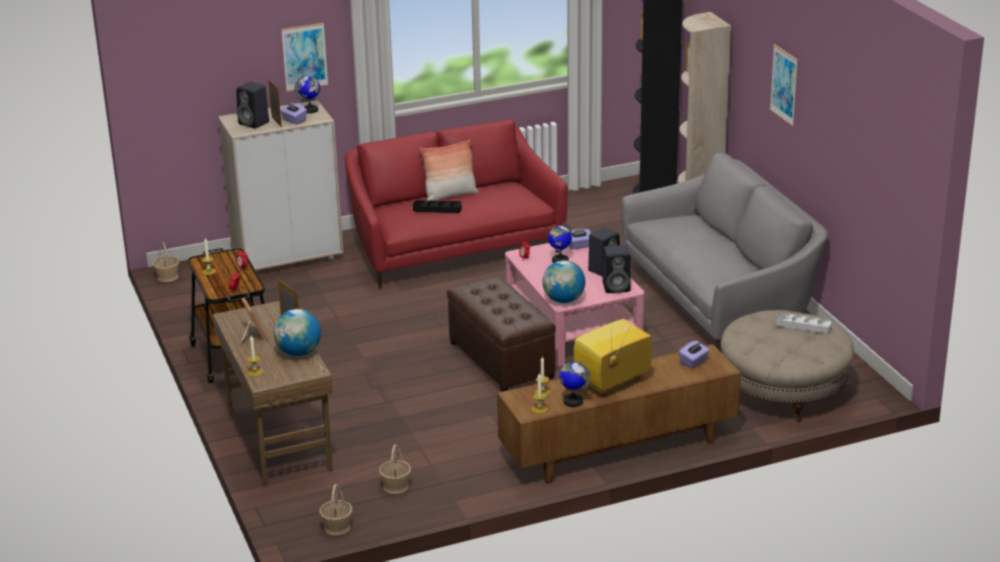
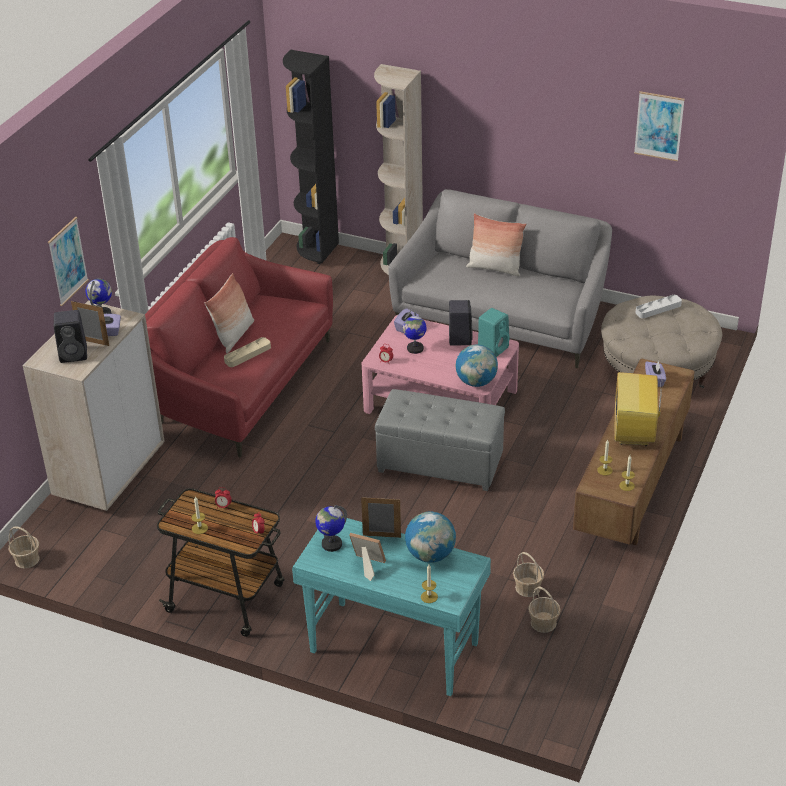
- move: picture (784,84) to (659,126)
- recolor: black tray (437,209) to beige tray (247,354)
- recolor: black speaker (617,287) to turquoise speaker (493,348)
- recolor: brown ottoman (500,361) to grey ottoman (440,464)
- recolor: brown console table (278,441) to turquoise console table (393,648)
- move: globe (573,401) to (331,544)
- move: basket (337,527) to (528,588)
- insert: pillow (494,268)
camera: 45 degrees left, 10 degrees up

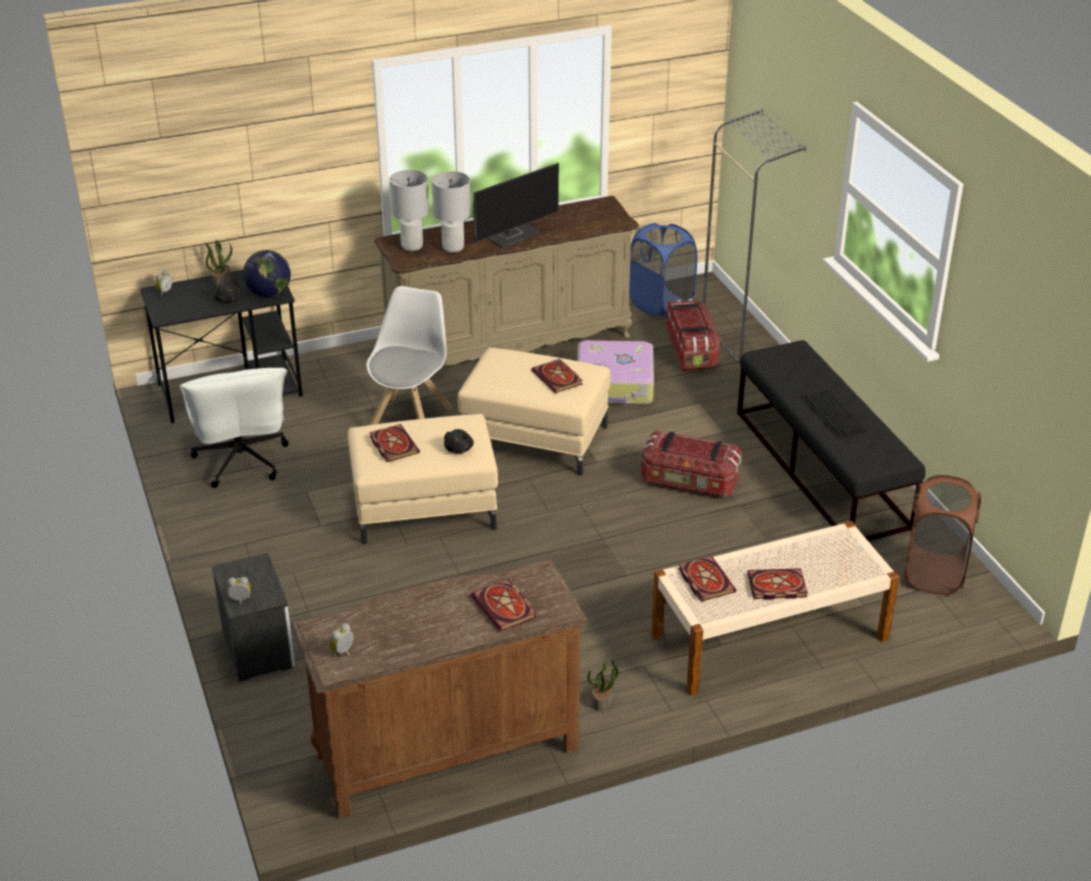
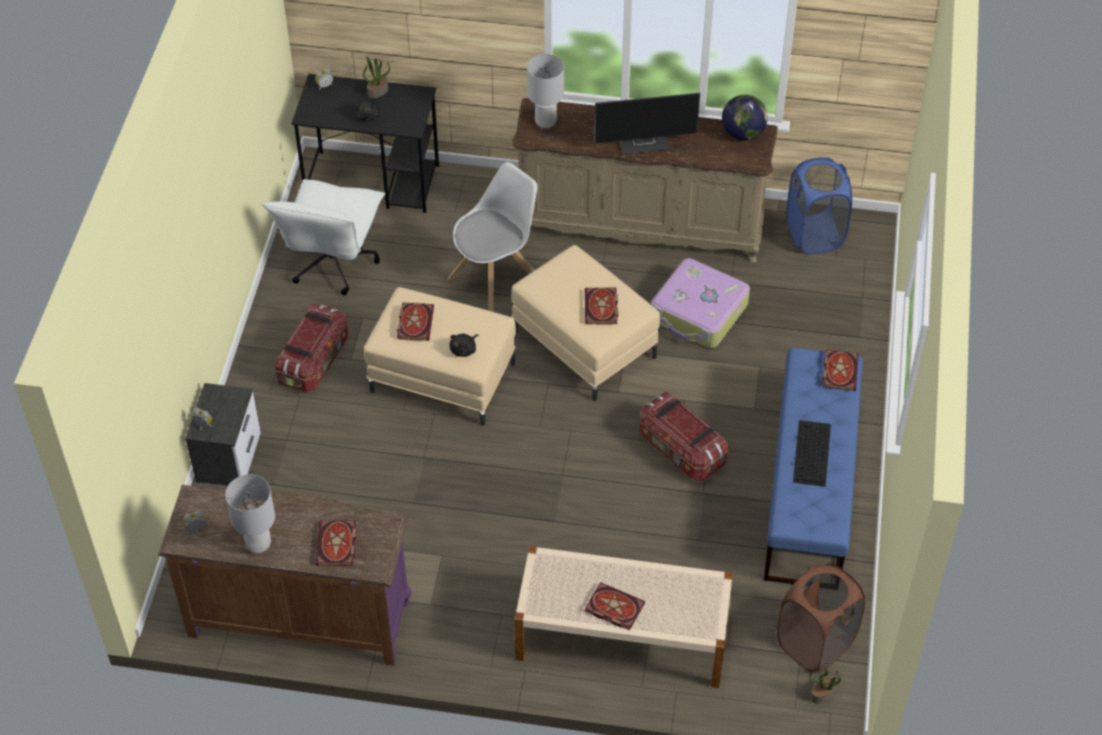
- delete: grey clothes rack (742,338)
- move: grey table lamp (453,249) to (259,544)
- move: globe (269,294) to (742,134)
- move: storage box (691,350) to (315,361)
- recolor: black bench (821,469) to blue bench (809,488)
- move: book (704,580) to (839,370)
- recolor: brown dresser (444,750) to purple dresser (299,615)
- move: potted plant (602,700) to (822,694)
camera: 30 degrees right, 15 degrees up

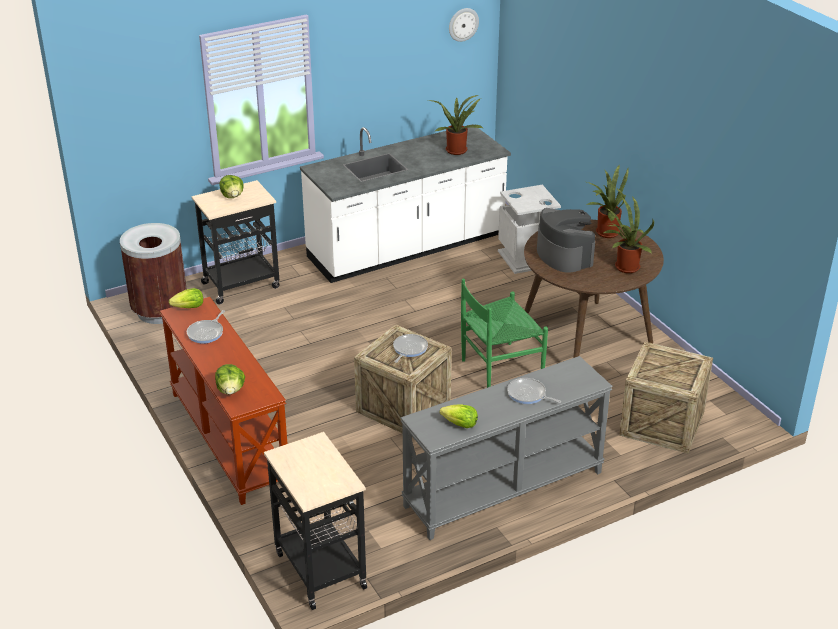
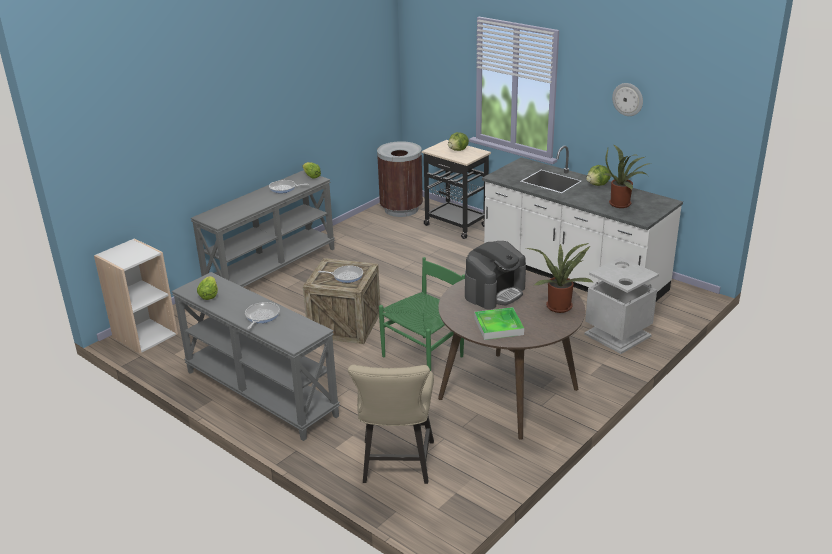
- move: wall clock (463,24) to (628,99)
- replace: potted plant (624,268) to tray (498,326)
- rotate: green chair (500,369) = (425,358) 90 degrees clockwise
- recolor: brown console table (227,439) to grey console table (271,269)
- replace: crate (662,423) to beige chair (396,466)
- move: lettuce (231,390) to (598,185)
- replace: cart (319,569) to bookcase (145,335)
camera: 70 degrees right, 5 degrees down

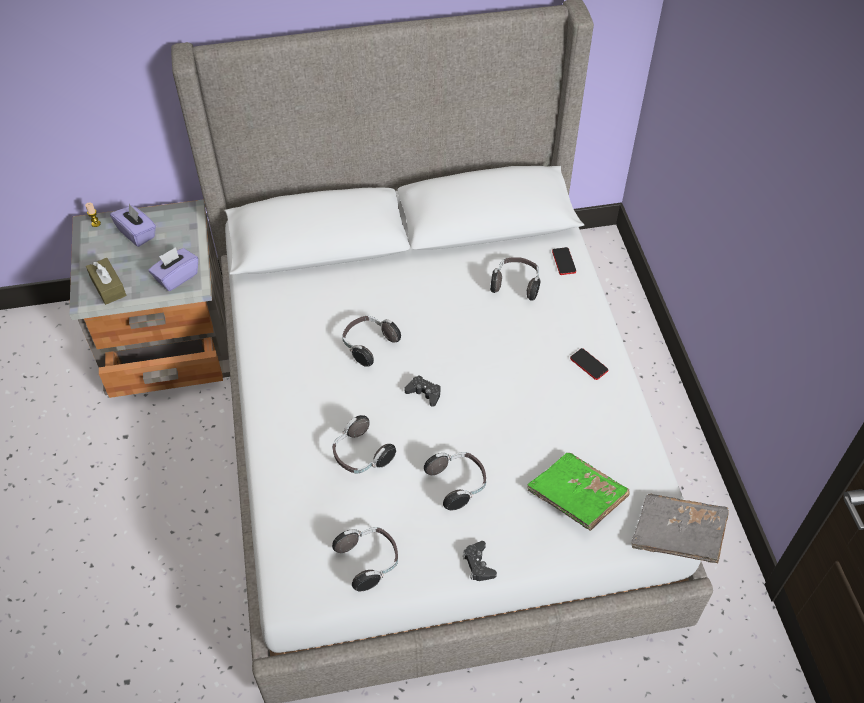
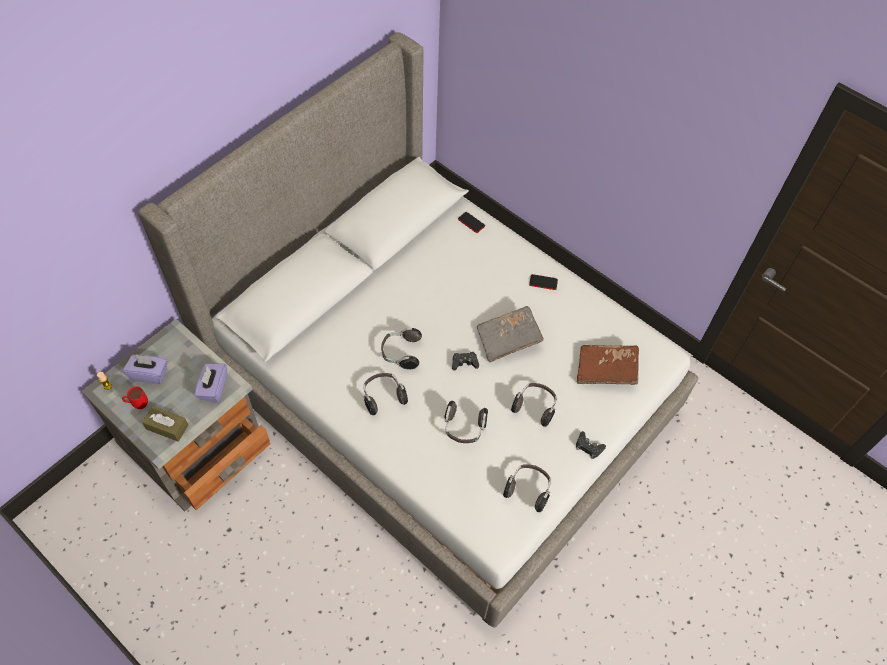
- move: headphones (516,284) to (383,397)
- recolor: green book (576,498) to brown book (606,370)
- move: grey book (677,535) to (508,339)
- insert: red mug (138,404)
camera: 40 degrees left, 5 degrees up

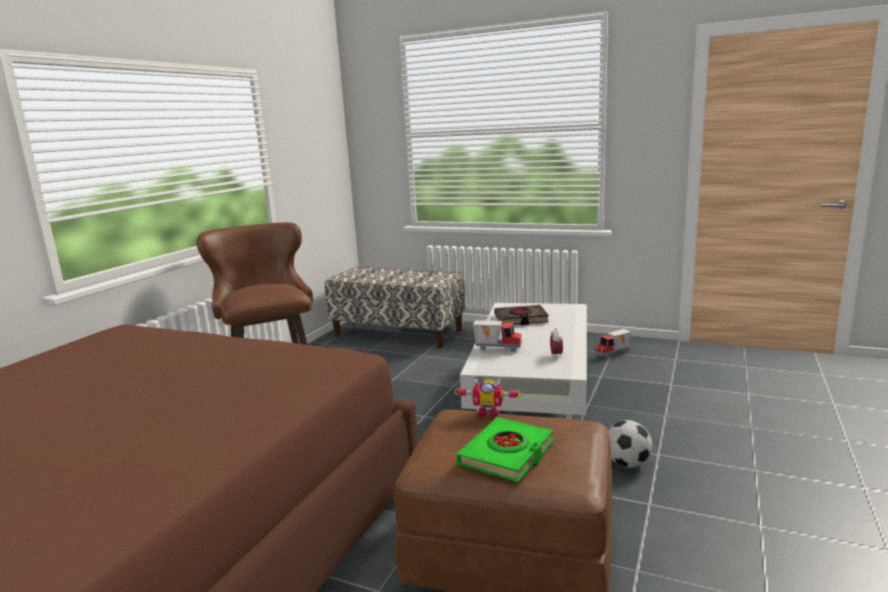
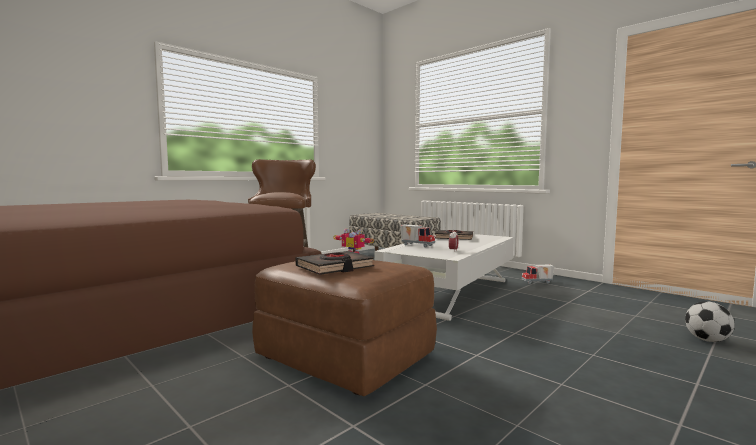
- recolor: green book (507,454) to black book (335,267)
- move: football (628,464) to (707,340)
camera: 20 degrees right, 10 degrees down

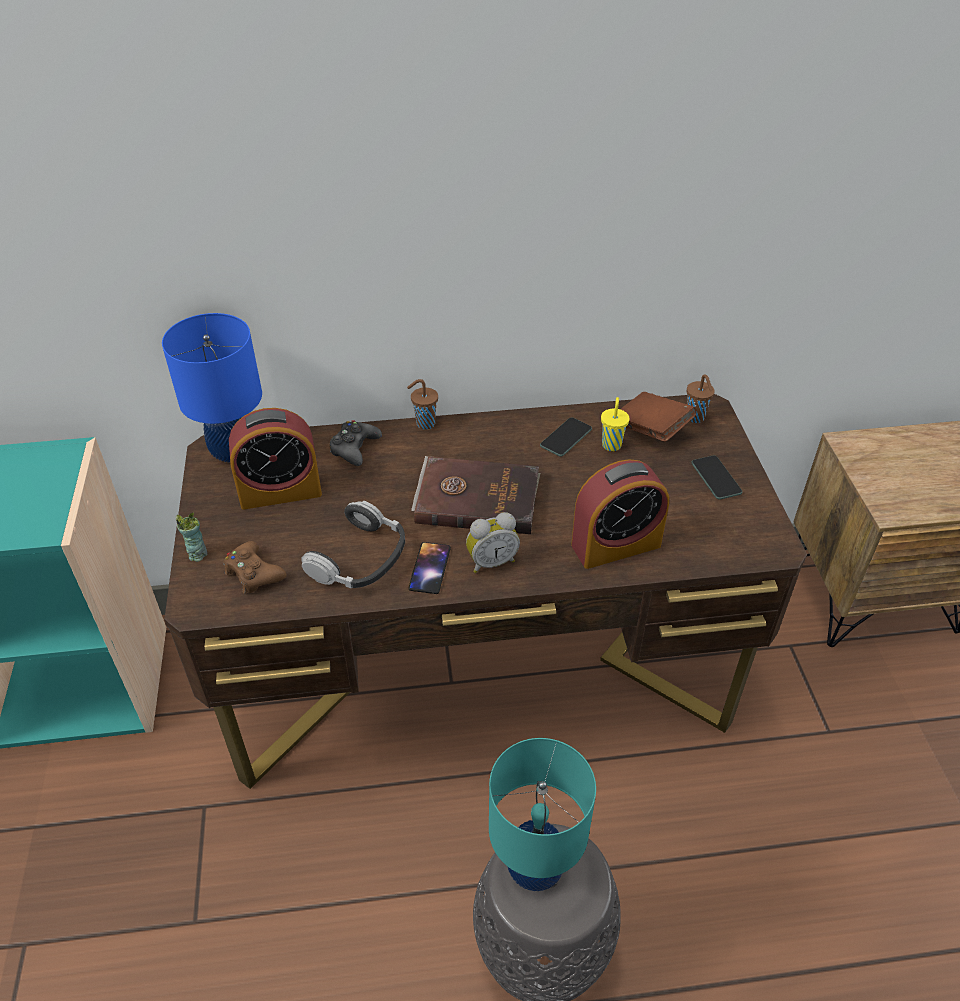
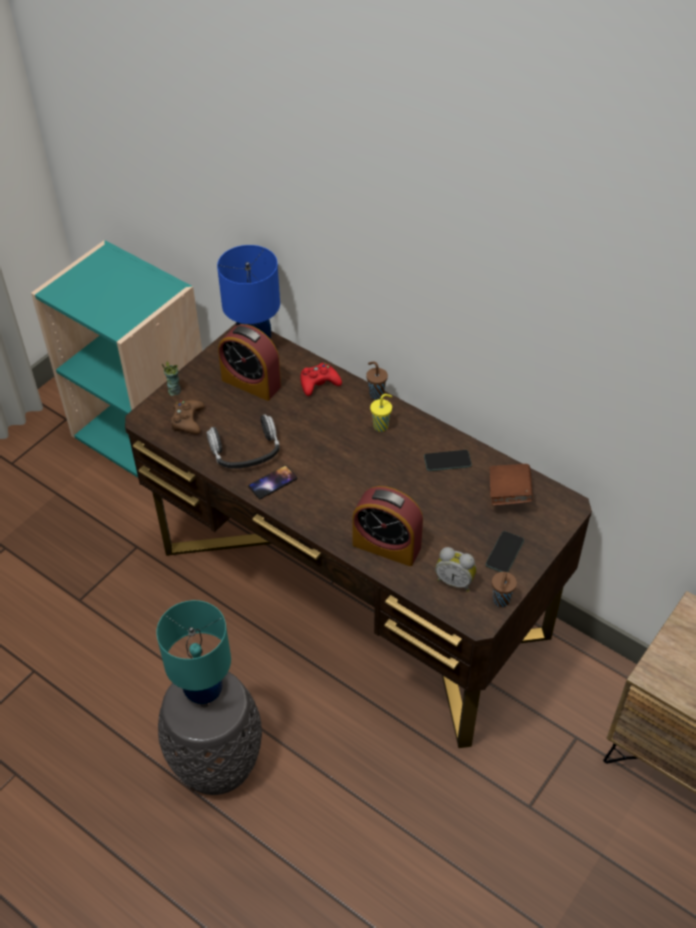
- move: brown cup (695,418) to (500,601)
- move: yellow cup (611,444) to (381,426)
- recolor: black game controller (354,448) to red game controller (319,383)
- delete: brown book (476,498)
- move: alarm clock (491,561) to (455,581)
camera: 45 degrees right, 5 degrees up

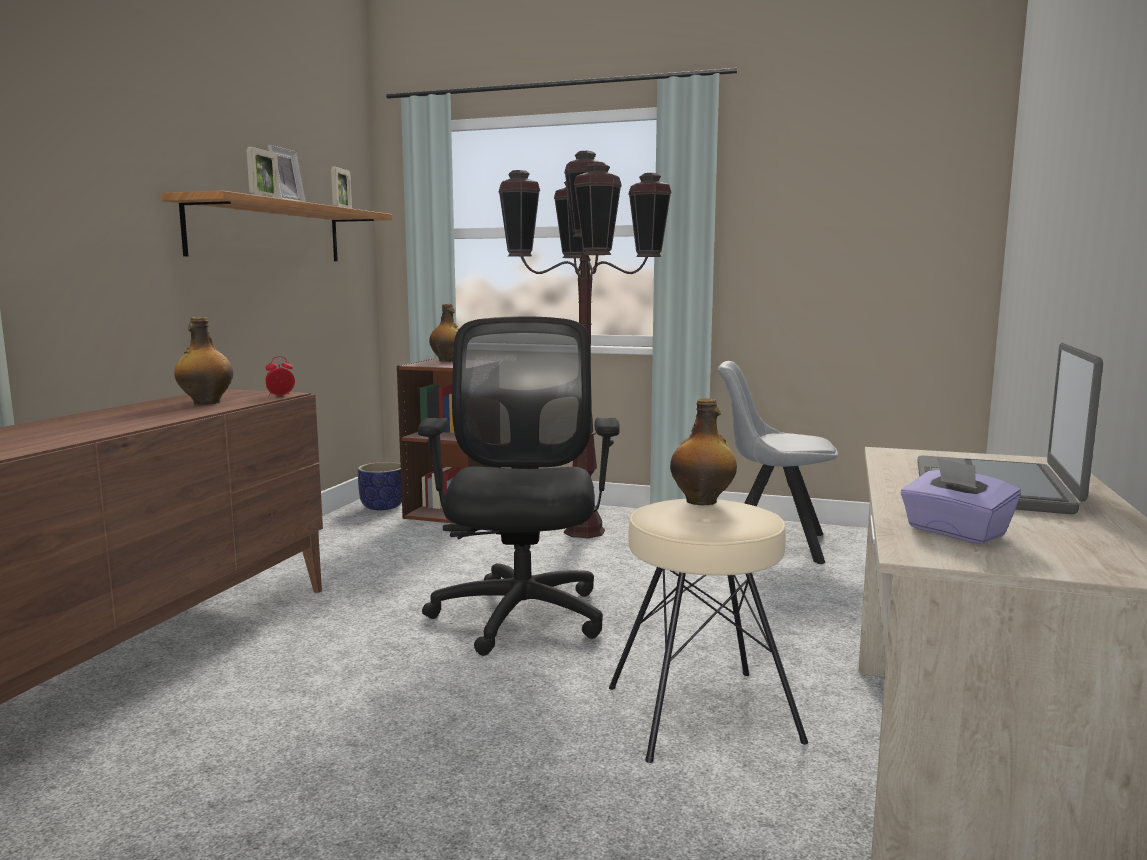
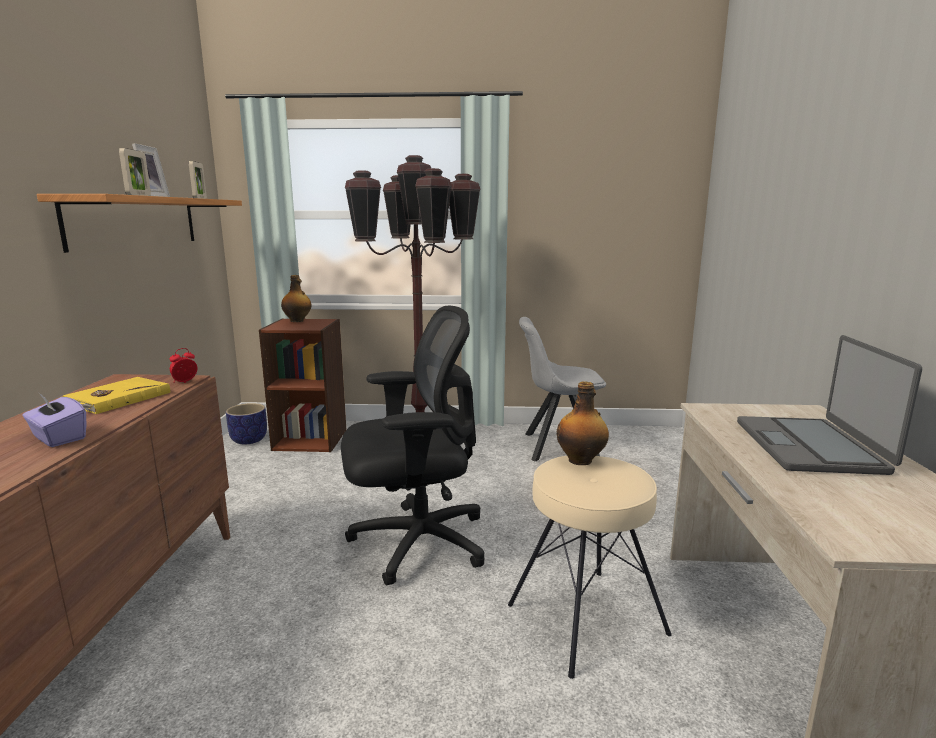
- rotate: black office chair (522,620) = (411,545) 90 degrees clockwise
- replace: bottle (206,403) to yellow book (117,398)
- move: purple tissue box (954,532) to (58,438)
camera: 15 degrees left, 5 degrees up

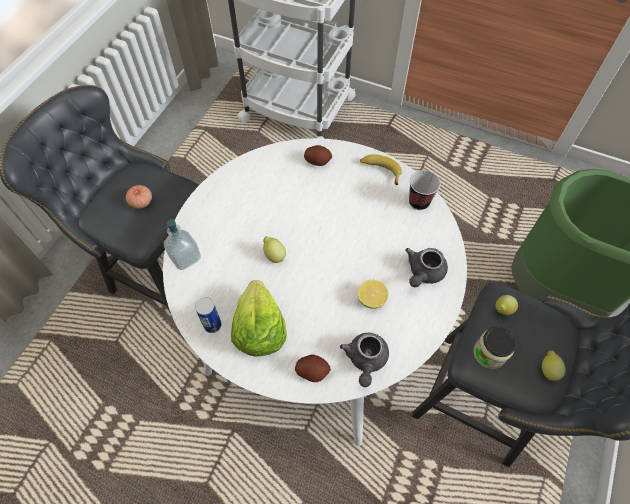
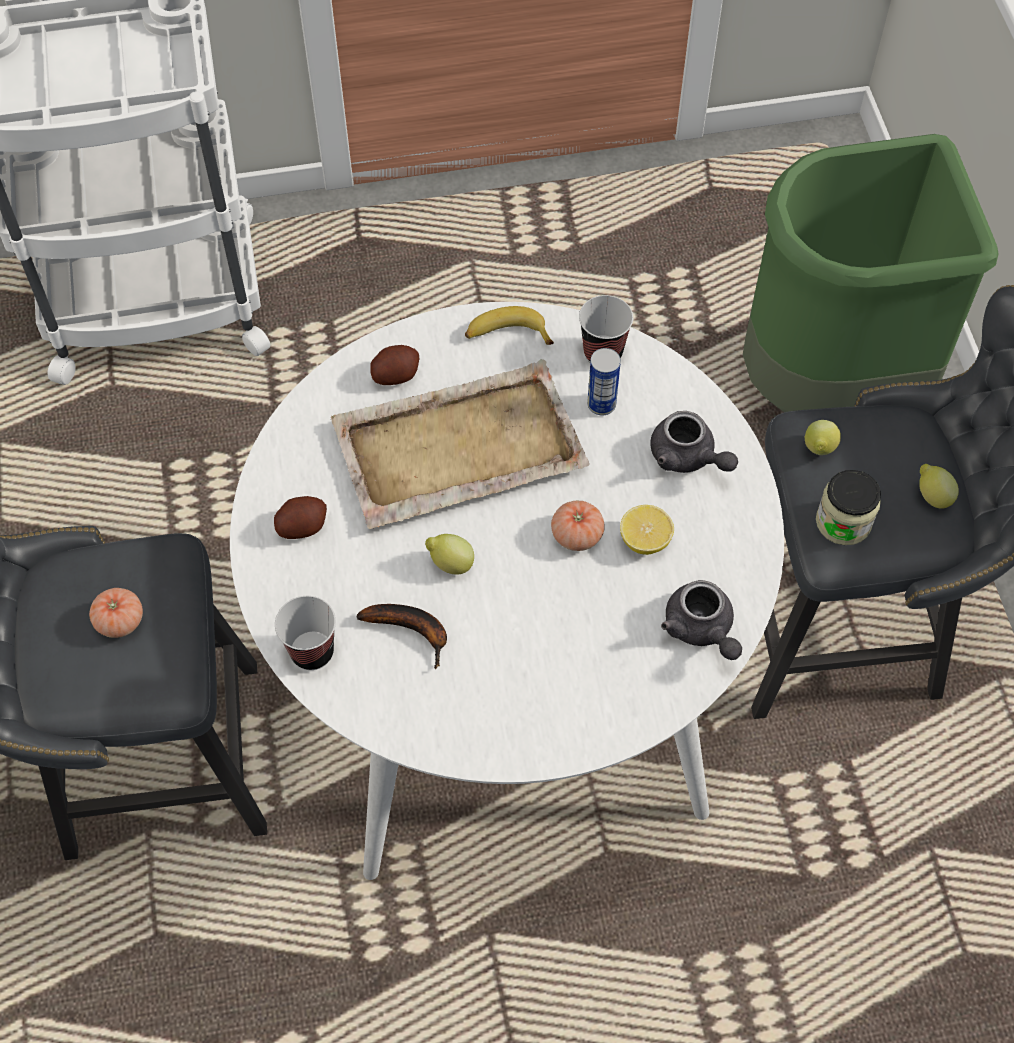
- replace: soap dispenser (185,257) to cup (312,652)
- rotate: grey teapot (423,273) = (688,458) 45 degrees counterclockwise
- delete: lettuce (259,329)
- move: can (212,325) to (601,404)
- move: potato (312,371) to (302,526)
- insert: beige tray (456,448)
- insert: tomato (577,535)
- insert: banana (412,631)
camera: 35 degrees left, 0 degrees up

